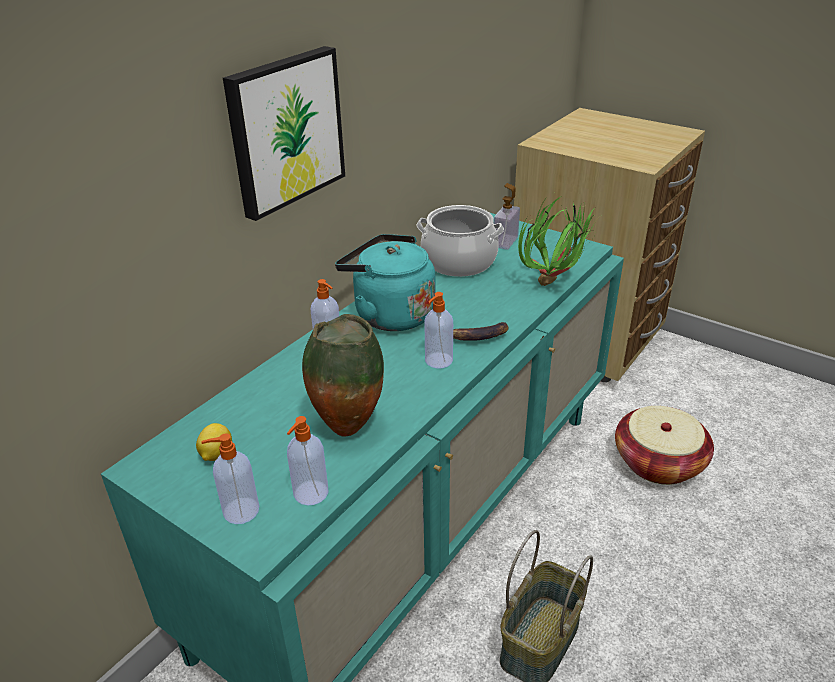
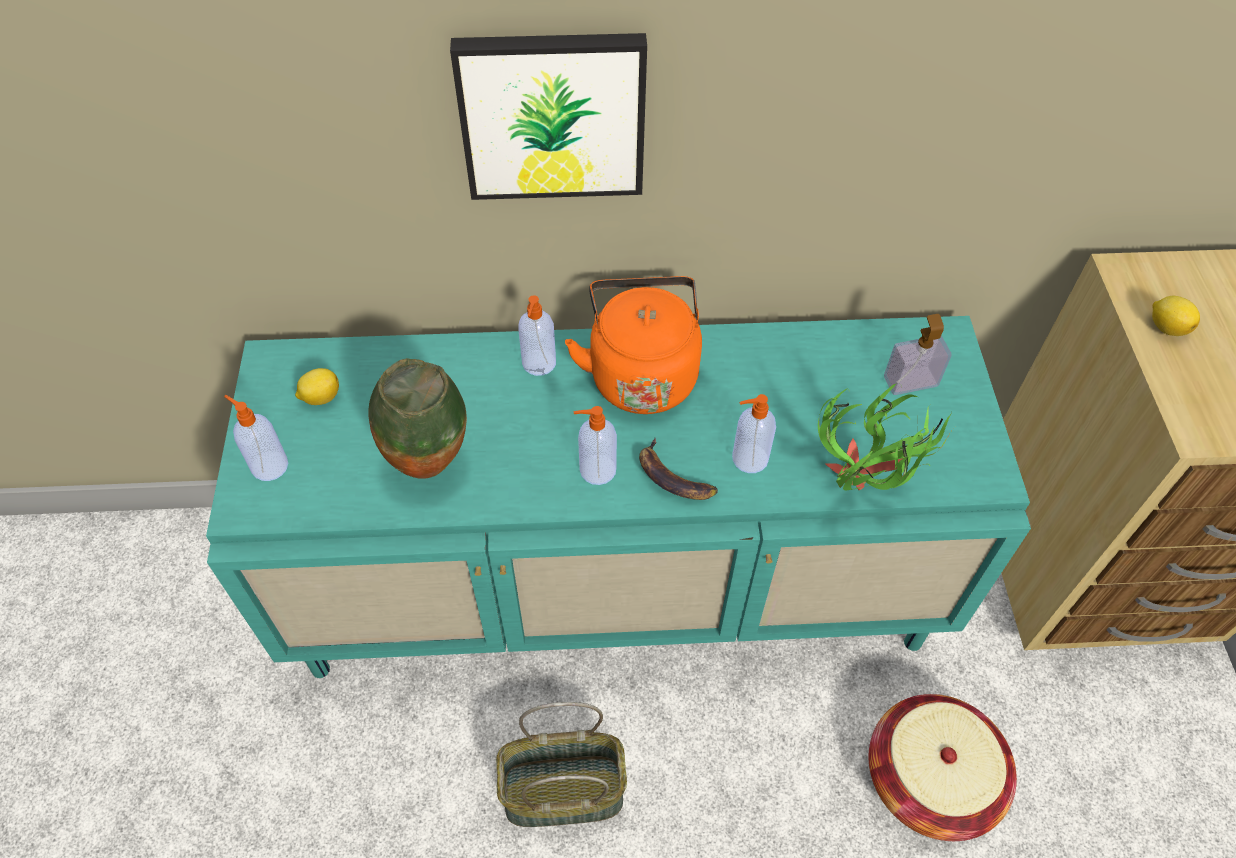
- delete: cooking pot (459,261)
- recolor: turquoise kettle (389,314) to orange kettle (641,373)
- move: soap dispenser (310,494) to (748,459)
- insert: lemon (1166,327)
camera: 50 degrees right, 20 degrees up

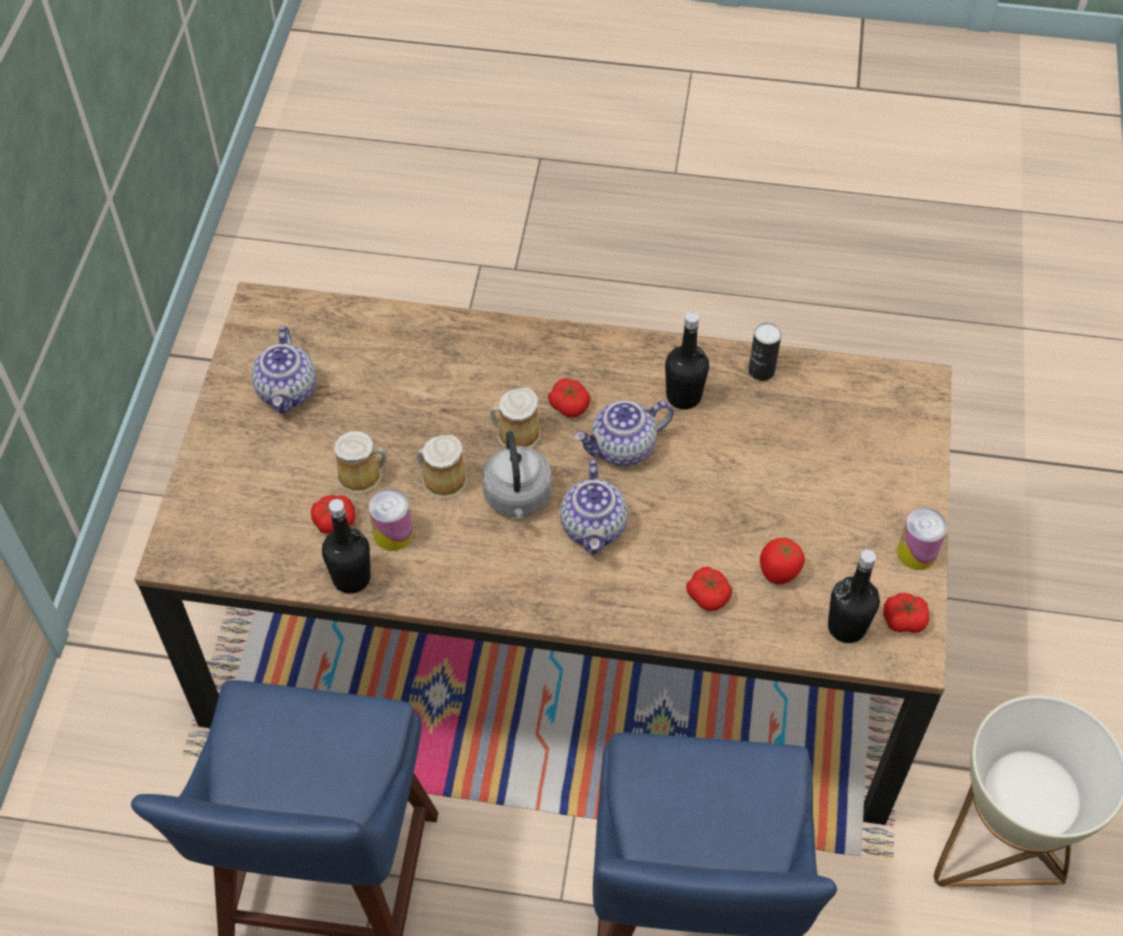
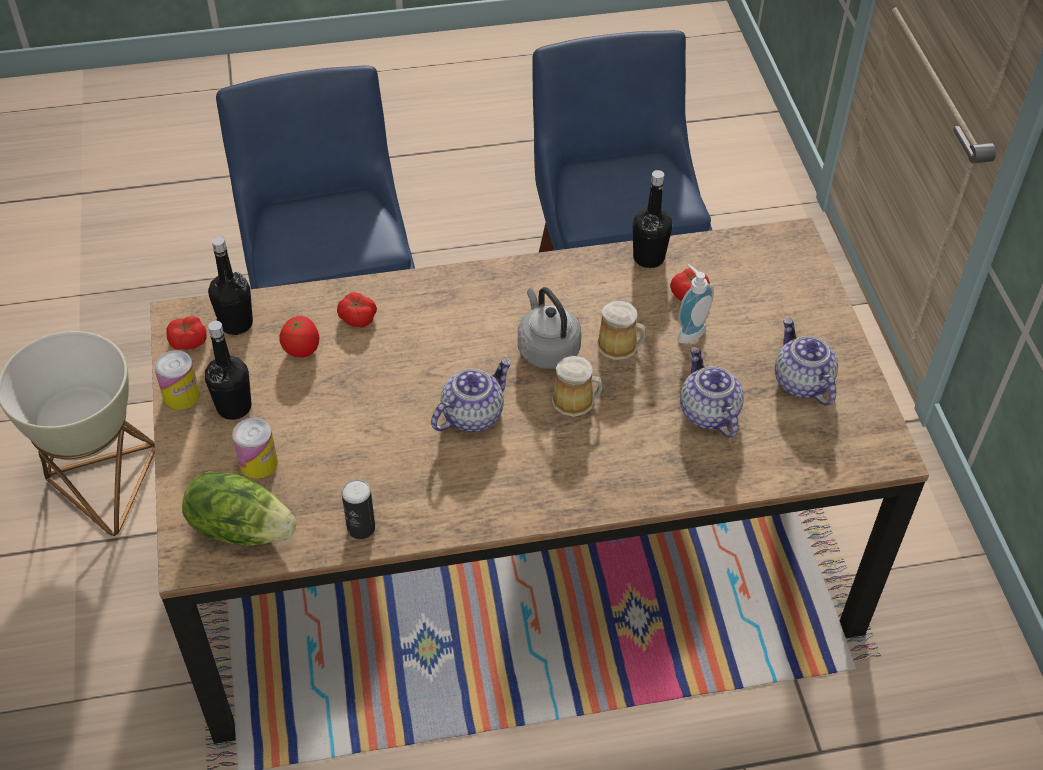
- move: black bottle (683,396) to (234,407)
- delete: tomato (569,405)
- replace: mug (362,475) to soap dispenser (688,331)
- move: teapot (594,527) to (707,412)
- move: can (393,534) to (258,463)
- insert: lettuce (241,527)
camera: 160 degrees right, 5 degrees down

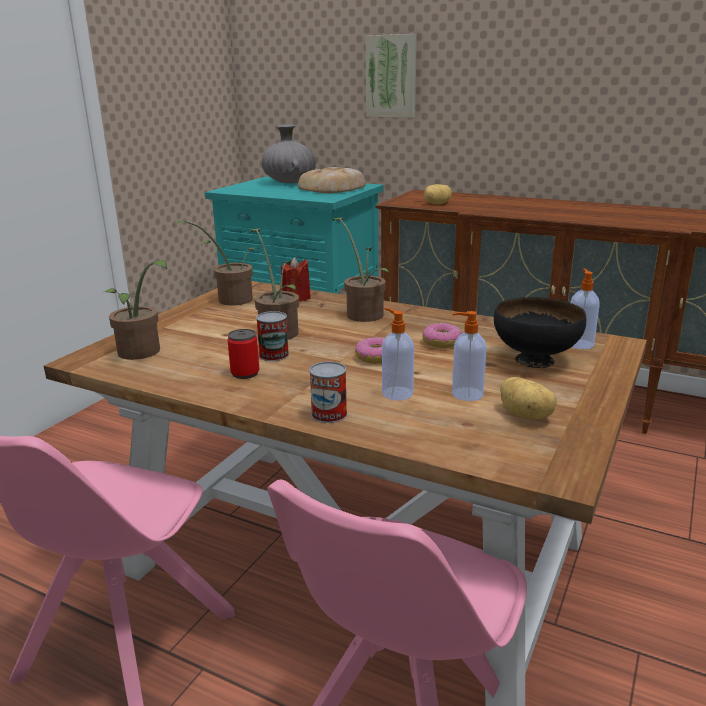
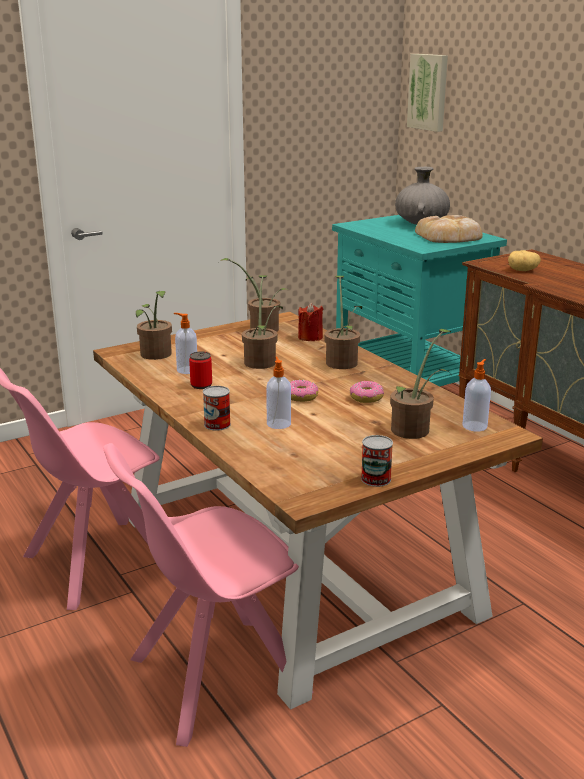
- move: picture (392,76) to (429,92)
- replace: black bowl (534,360) to potted plant (415,428)
- move: can (274,355) to (376,479)
- move: soap dispenser (466,394) to (186,370)
- delete: potato (526,415)
camera: 30 degrees right, 0 degrees up

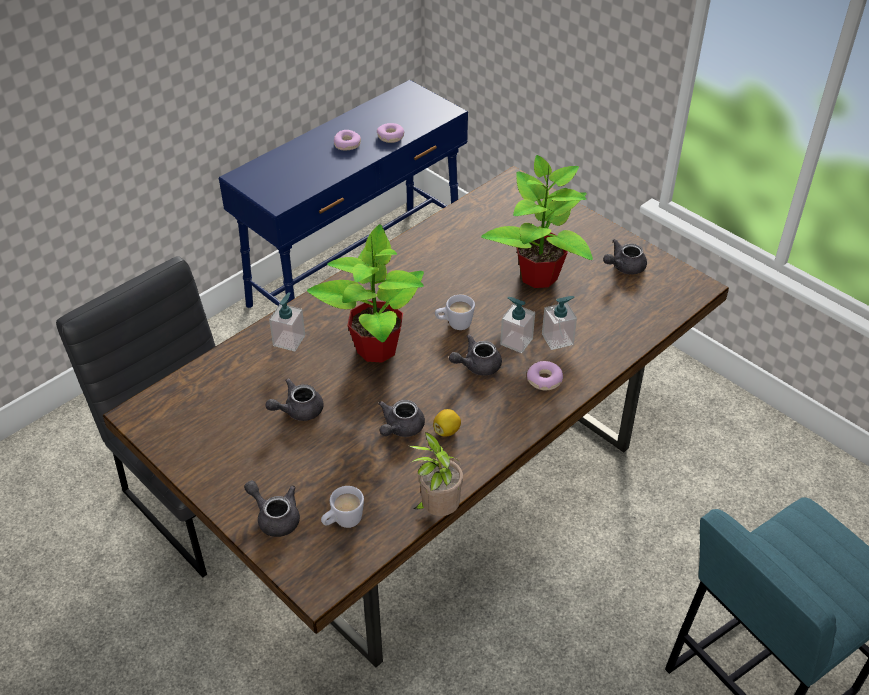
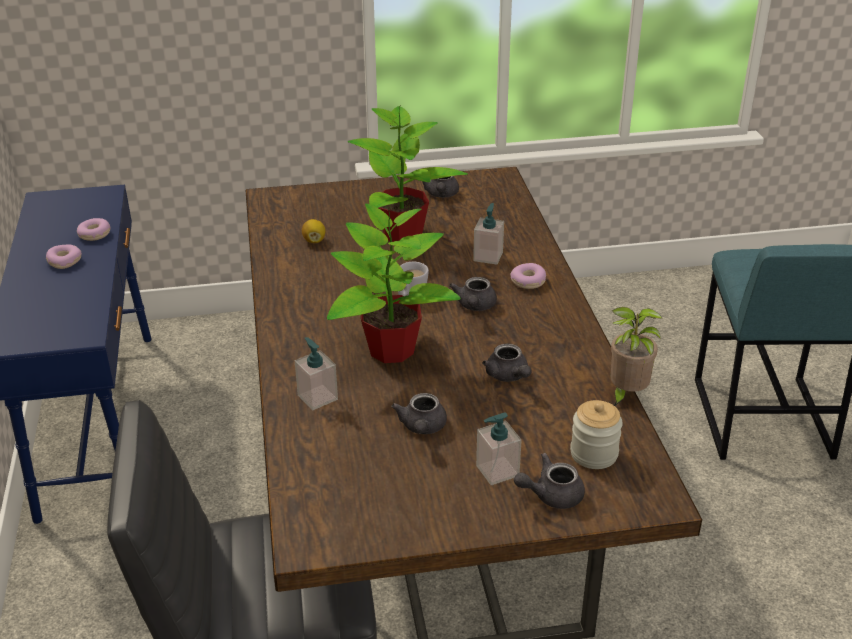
- move: soap dispenser (516,341) to (497,471)
- move: lemon (447,430) to (314,240)
- replace: white mug (343,522) to jar (594,454)
camera: 55 degrees left, 10 degrees down

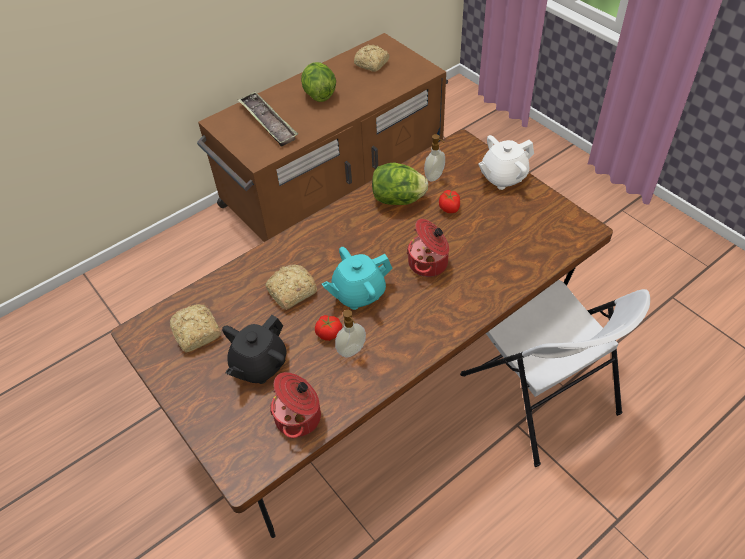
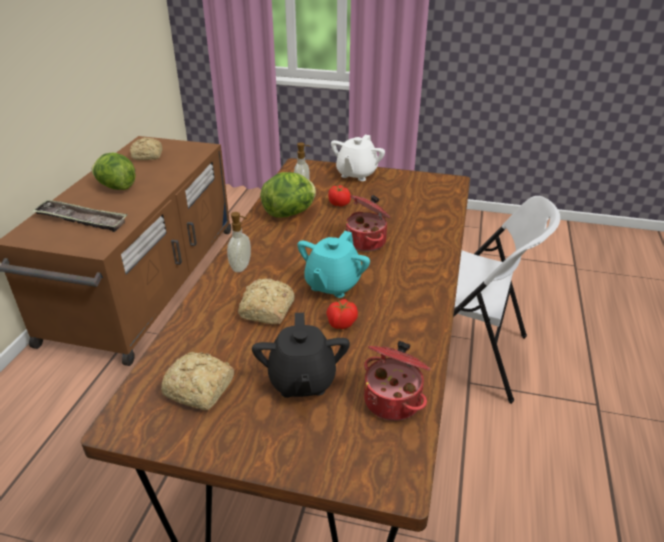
- move: soap dispenser (352,351) to (241,267)
camera: 40 degrees left, 15 degrees down

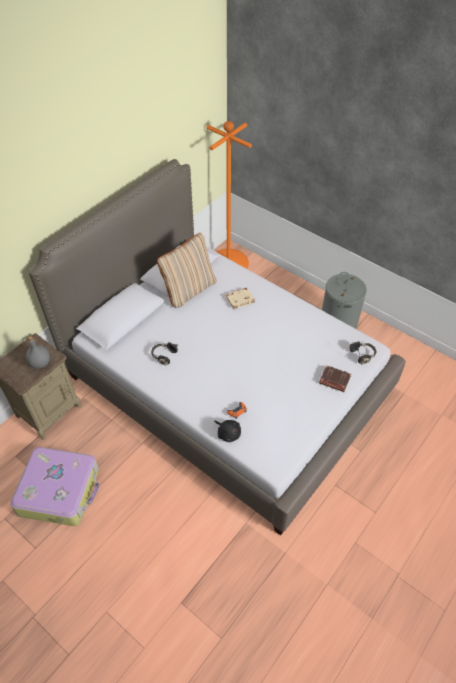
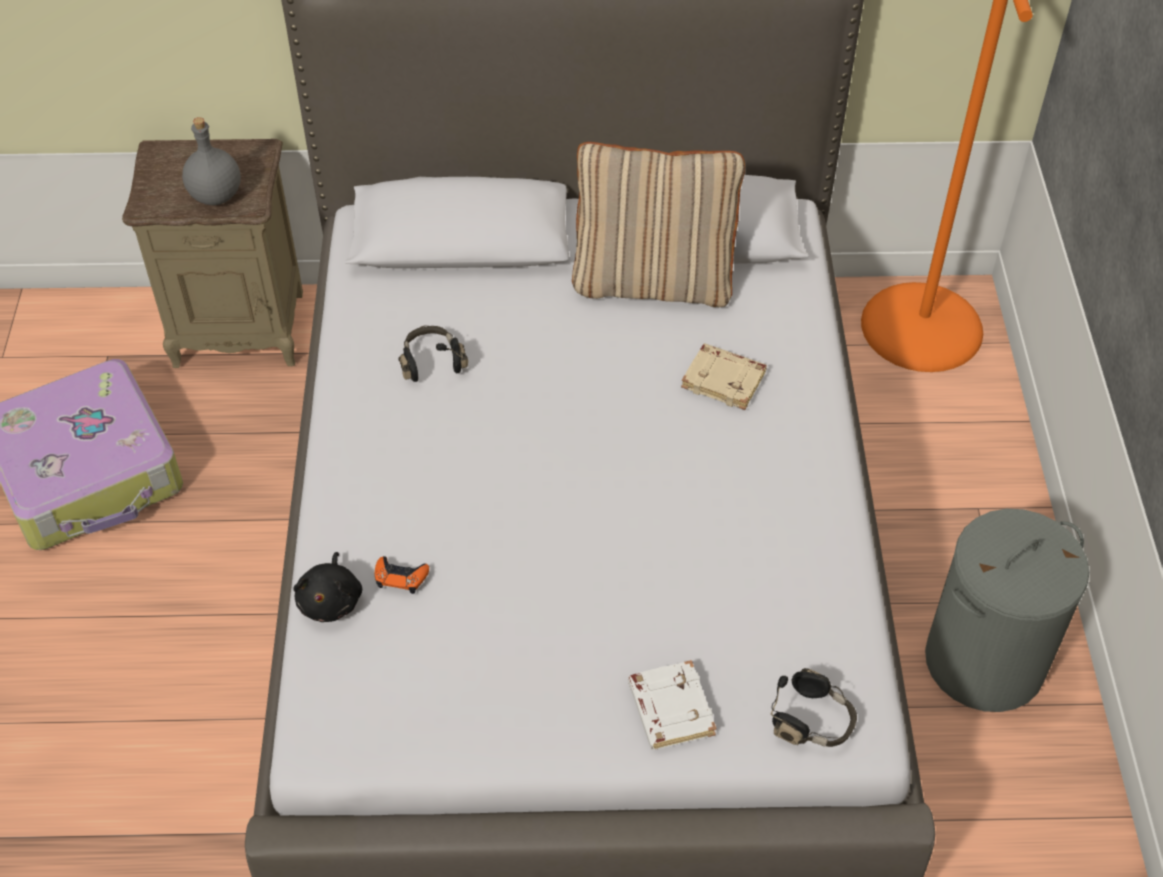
- recolor: brown book (334,380) to white book (669,708)
camera: 50 degrees right, 0 degrees up

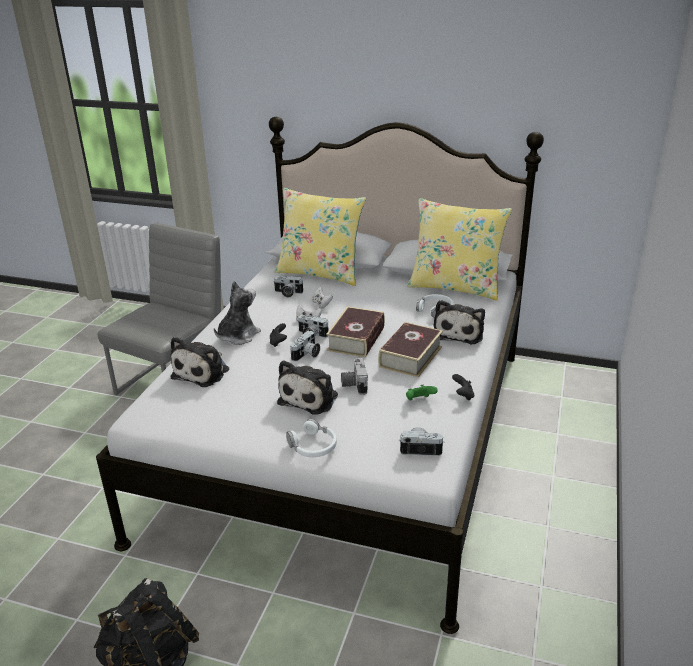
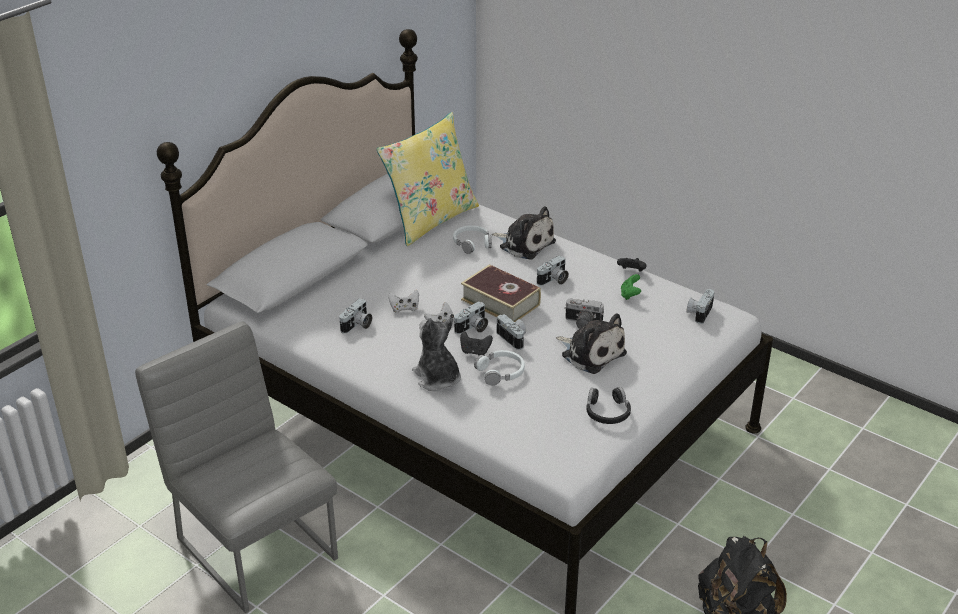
- delete: yellow pillow (320,273)
- replace: book (410,356) to photo camera (553,280)
- delete: plush toy (203,372)
- move: white headphones (313,446) to (501,372)
- insert: black headphones (607,412)
camera: 70 degrees left, 5 degrees up

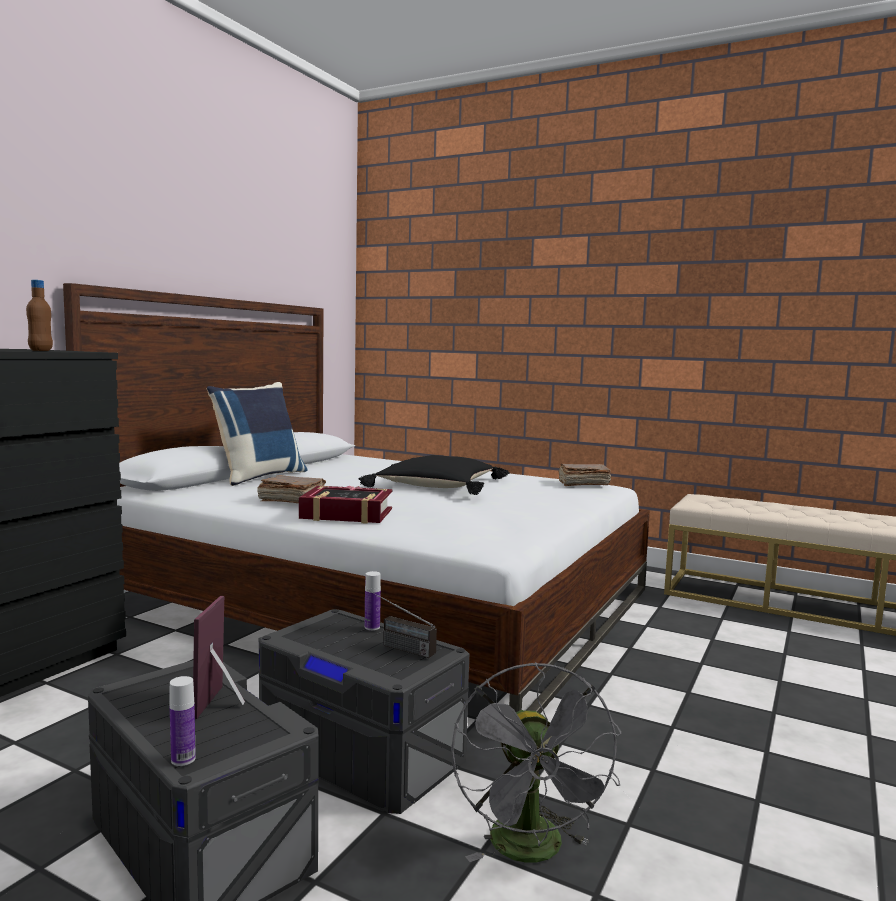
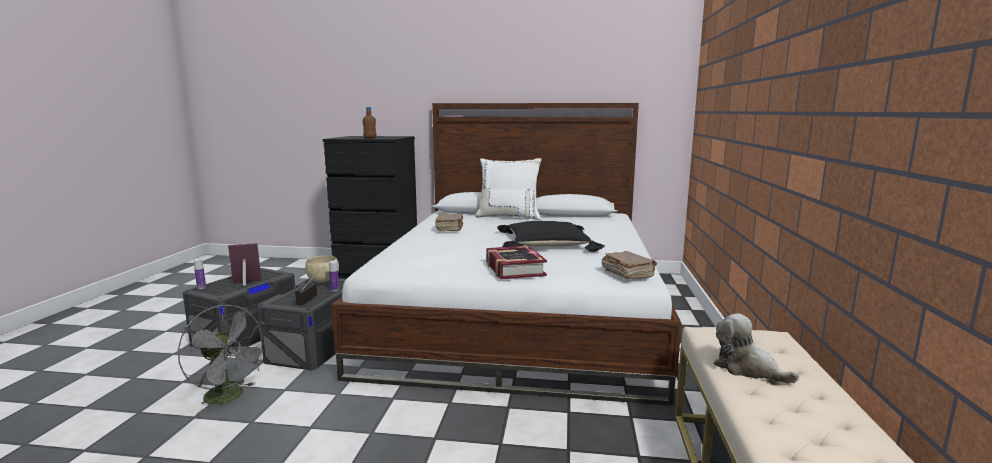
- recolor: blue pillow (259,476) to white pillow (509,216)
- move: book (346,514) to (514,269)
- rotate: grey fan (532,851) = (230,397) 120 degrees counterclockwise
- insert: beige bowl (323,281)
- insert: plush toy (747,369)
camera: 70 degrees right, 5 degrees up

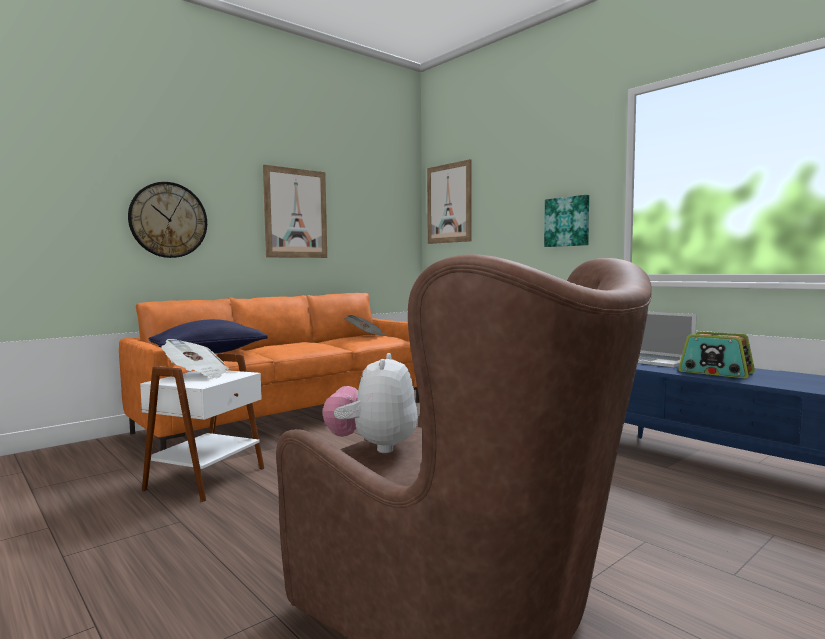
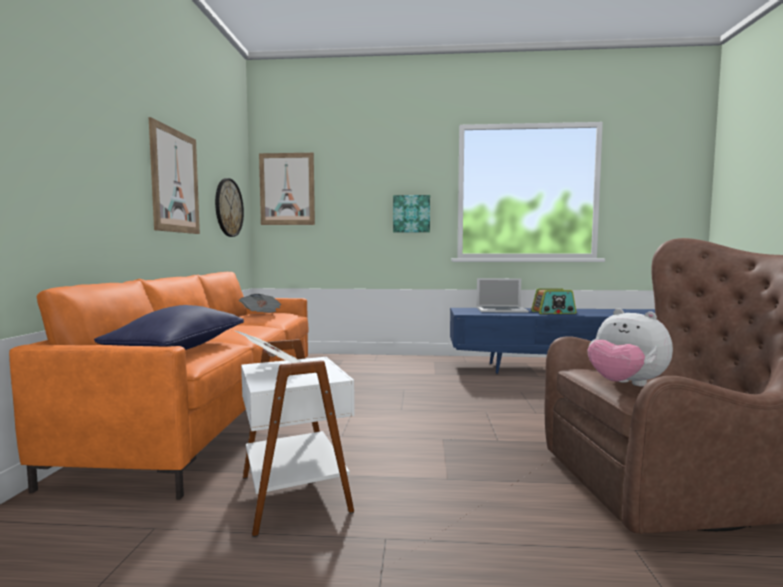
- move: wall clock (168,220) to (228,207)
camera: 45 degrees left, 0 degrees up

